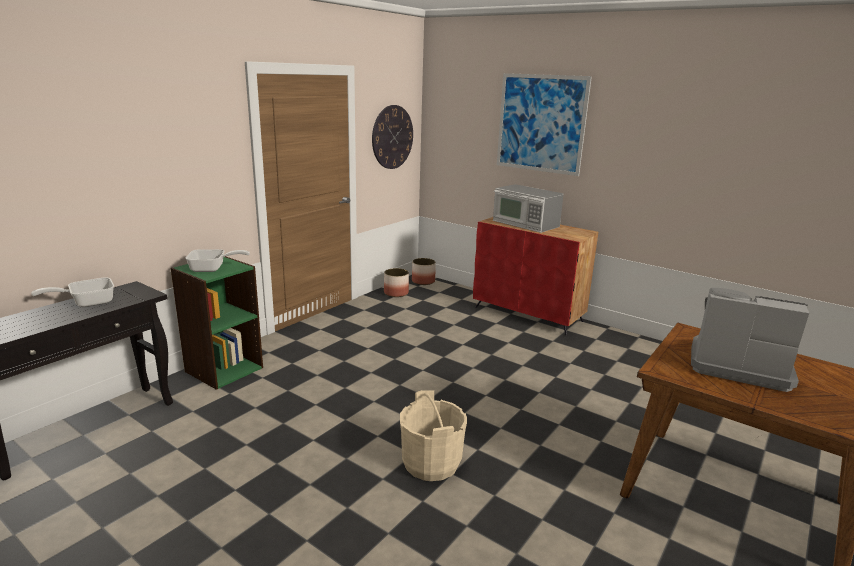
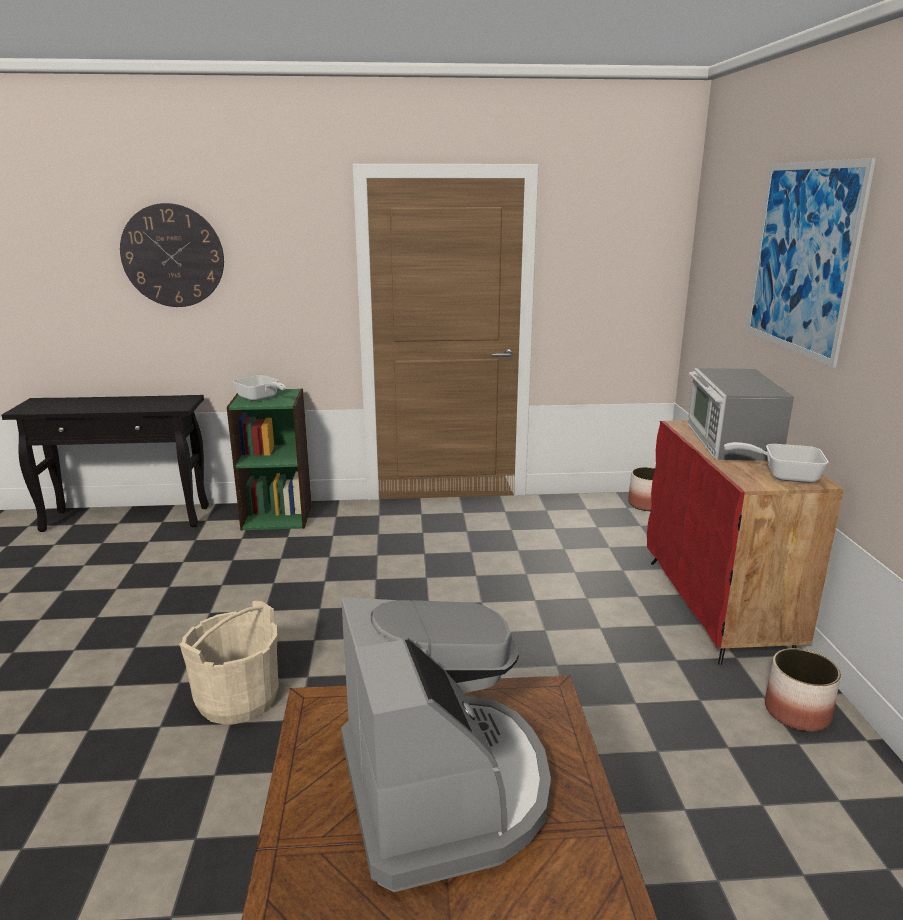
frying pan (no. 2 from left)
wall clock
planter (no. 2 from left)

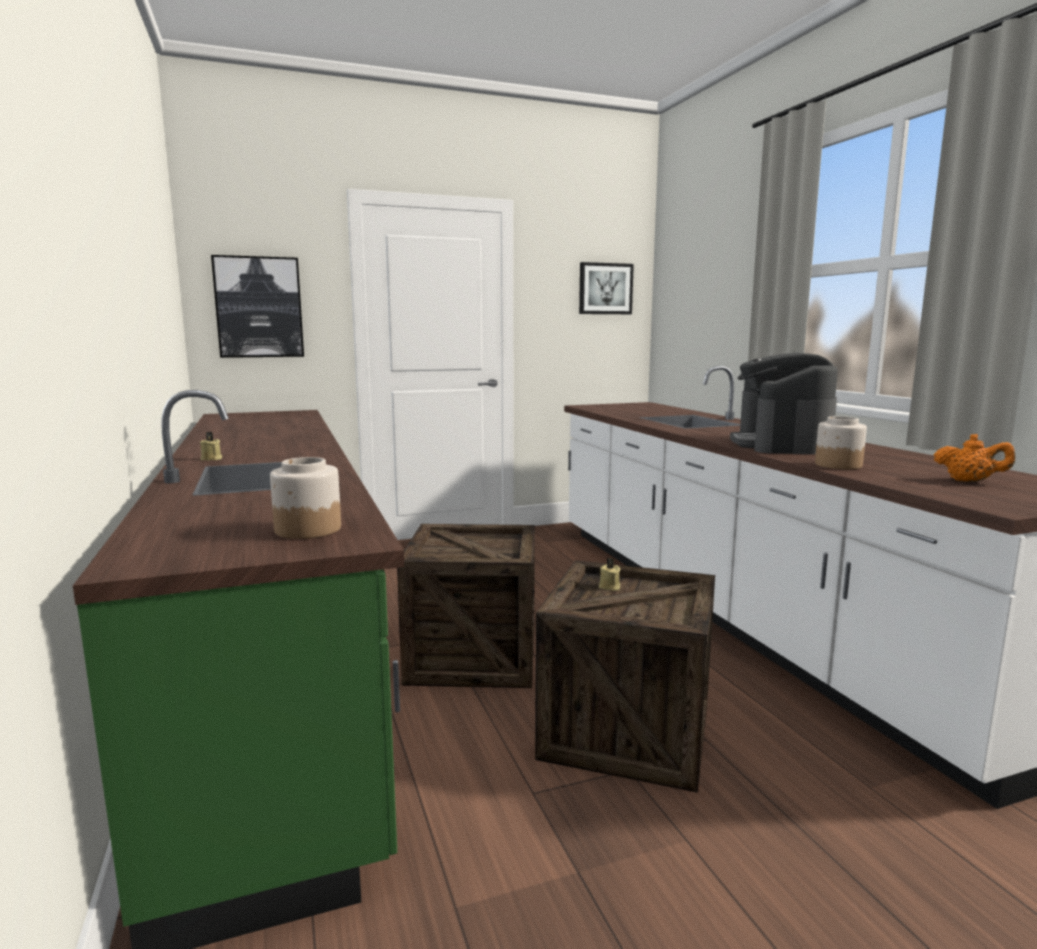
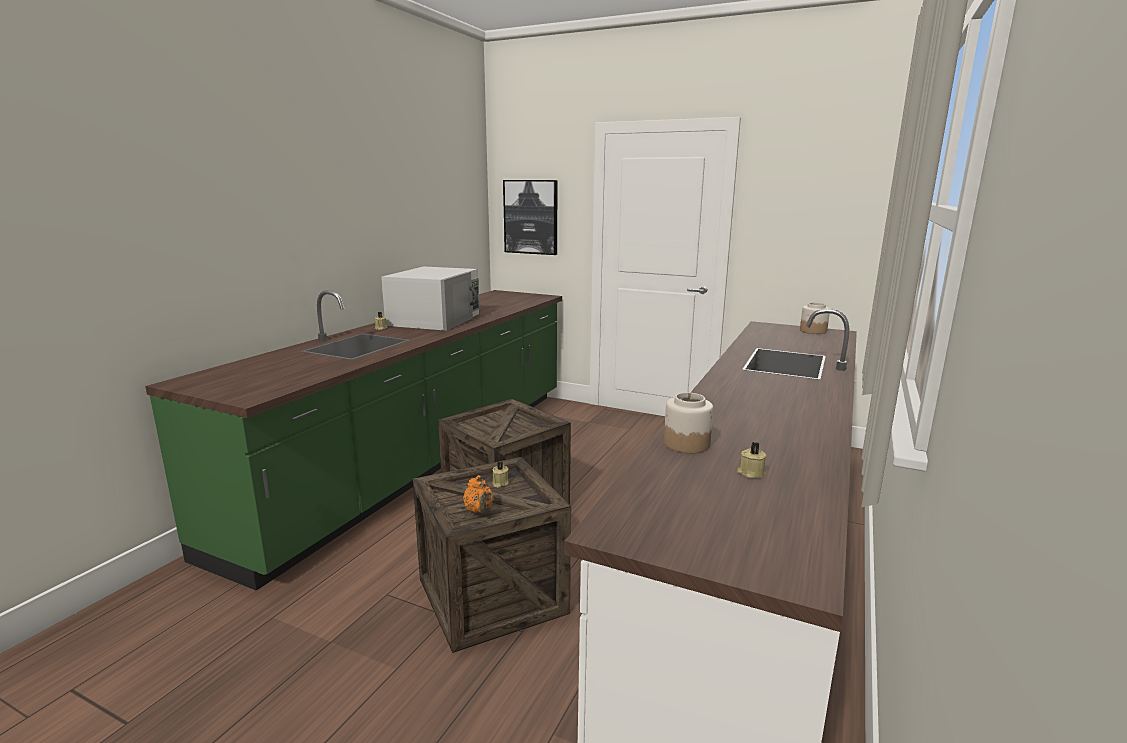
jar (no. 2 from left)
picture (no. 2 from left in the first image)
coffee machine
orange teapot
white microwave
beige candle (no. 3 from left)

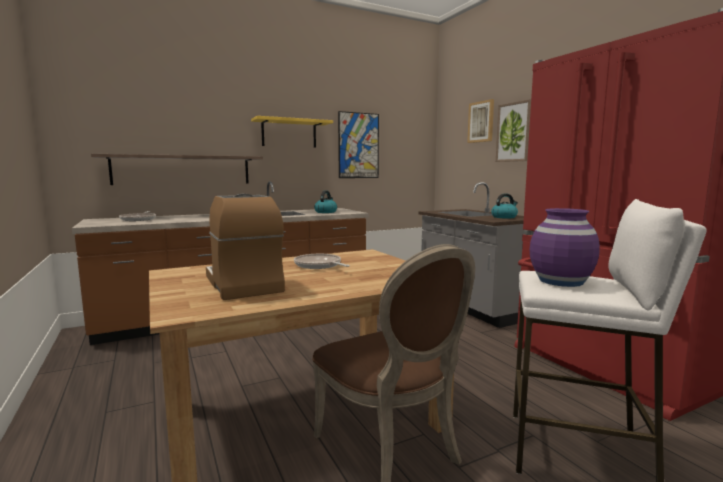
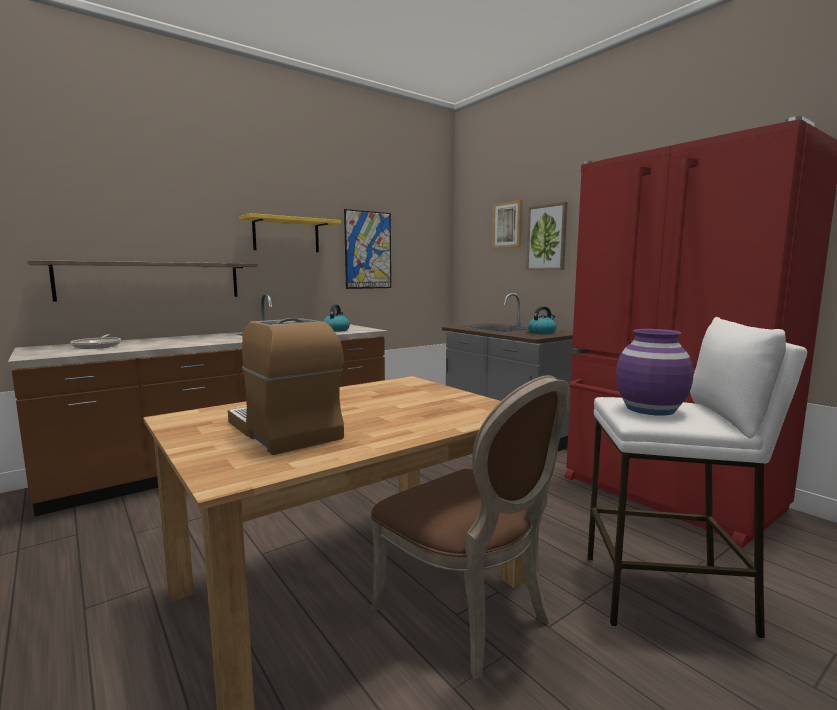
frying pan (no. 2 from left in the first image)

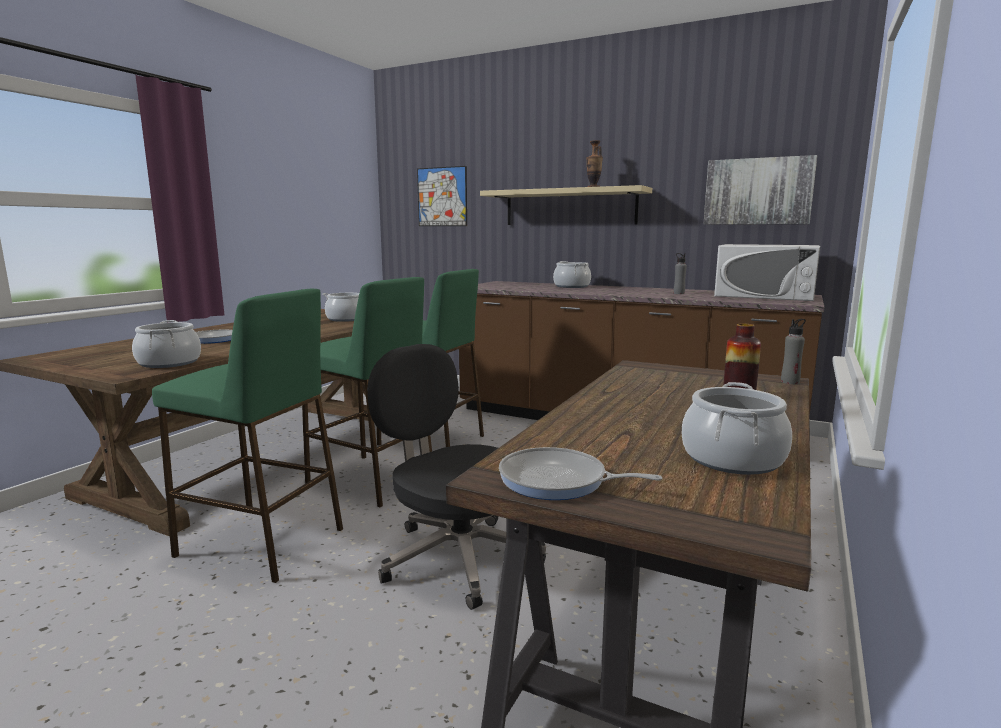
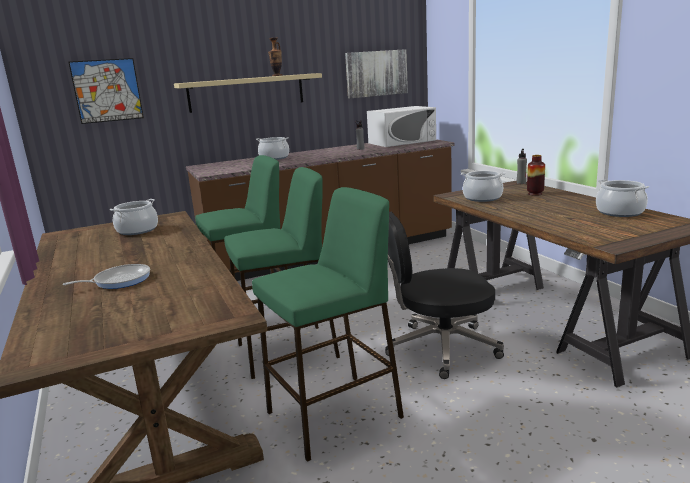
cooking pot (no. 3 from left)
frying pan (no. 2 from left in the first image)

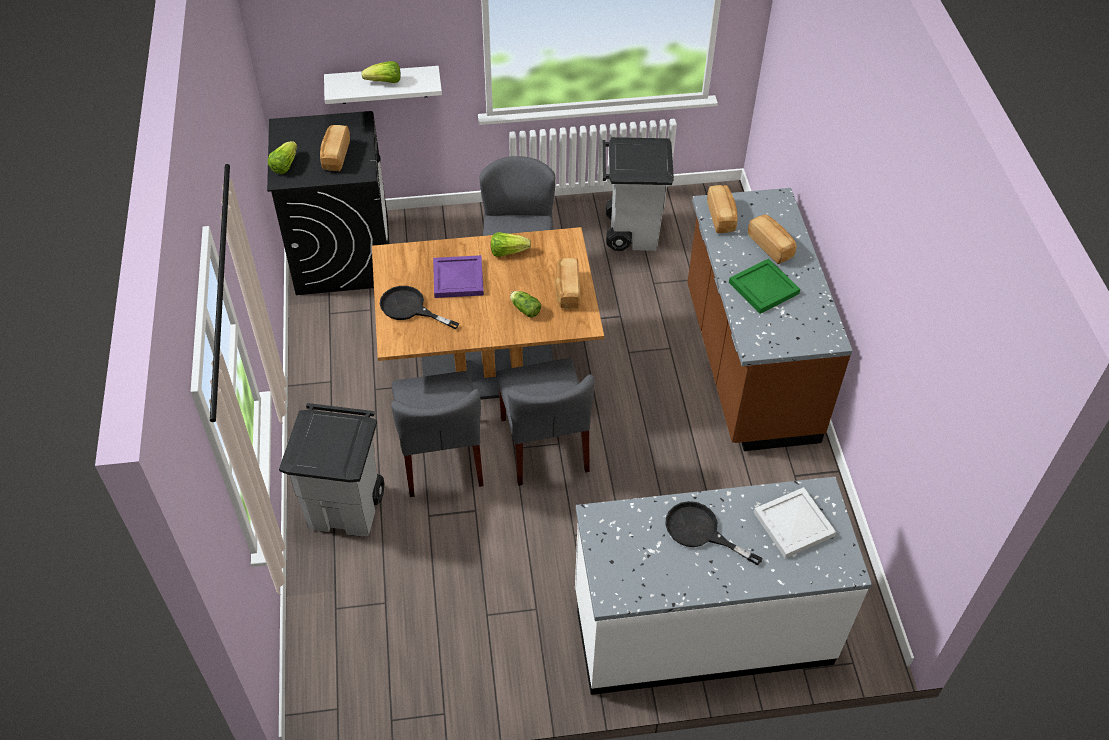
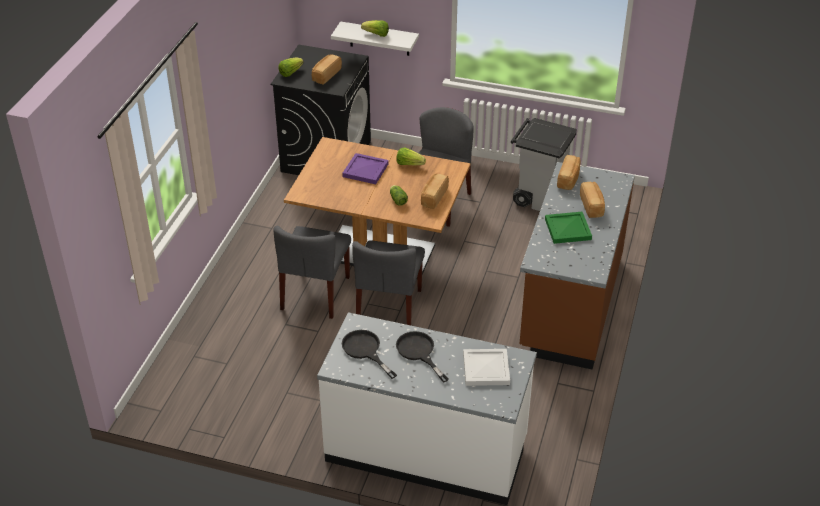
grey trash can (no. 1 from left in the first image)
black frying pan (no. 1 from left)

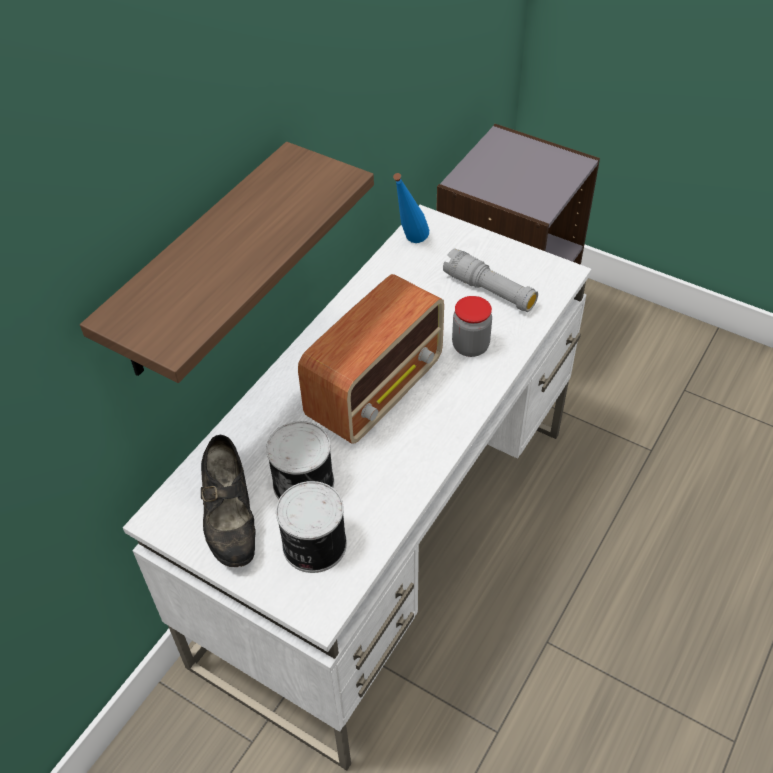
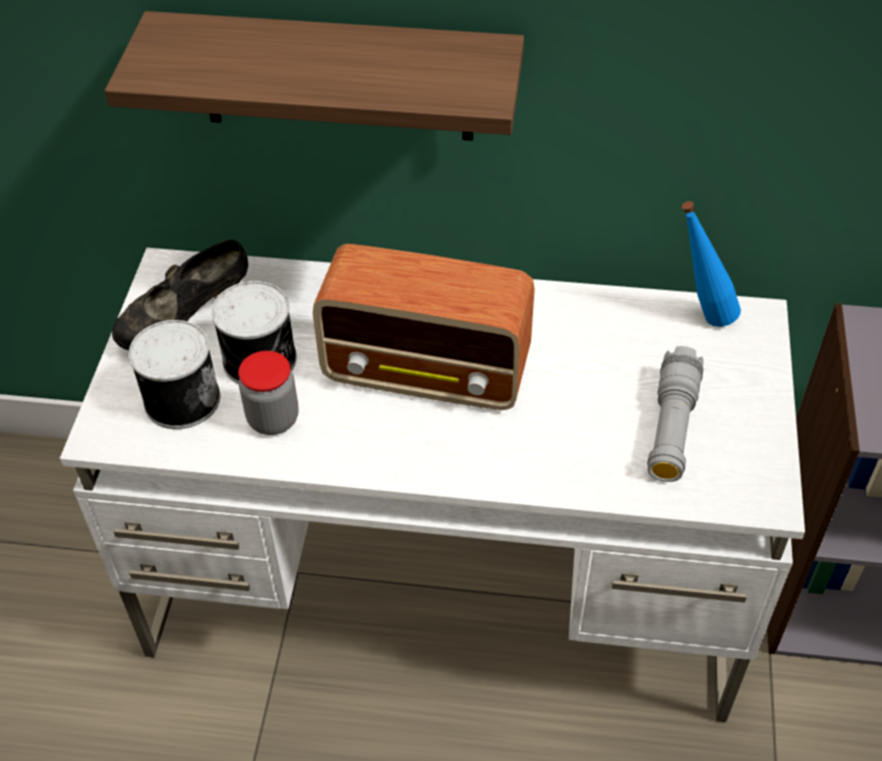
jar

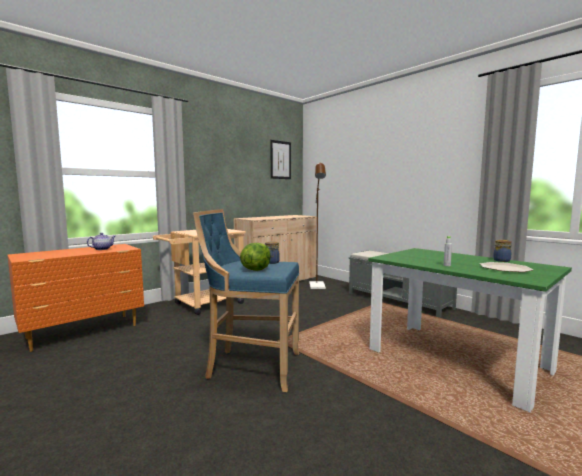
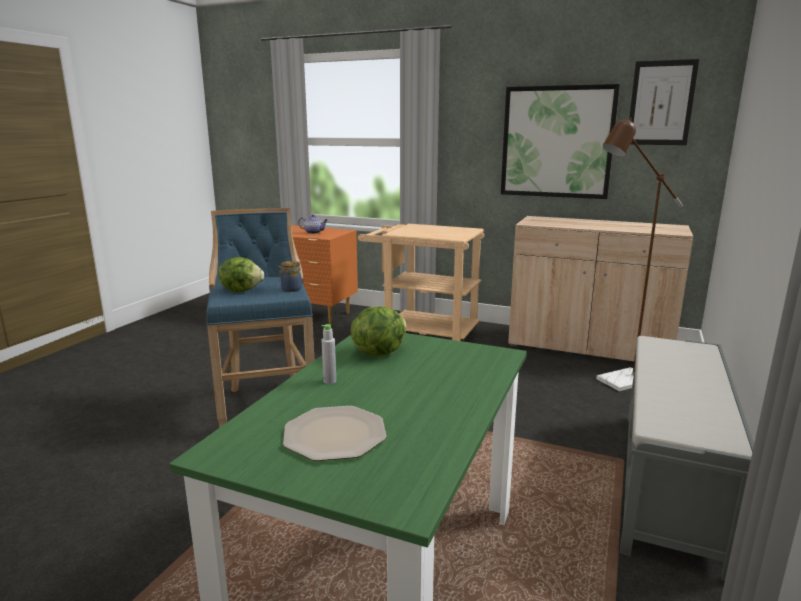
jar (no. 2 from left in the first image)
lettuce (no. 2 from left)
picture (no. 1 from left)

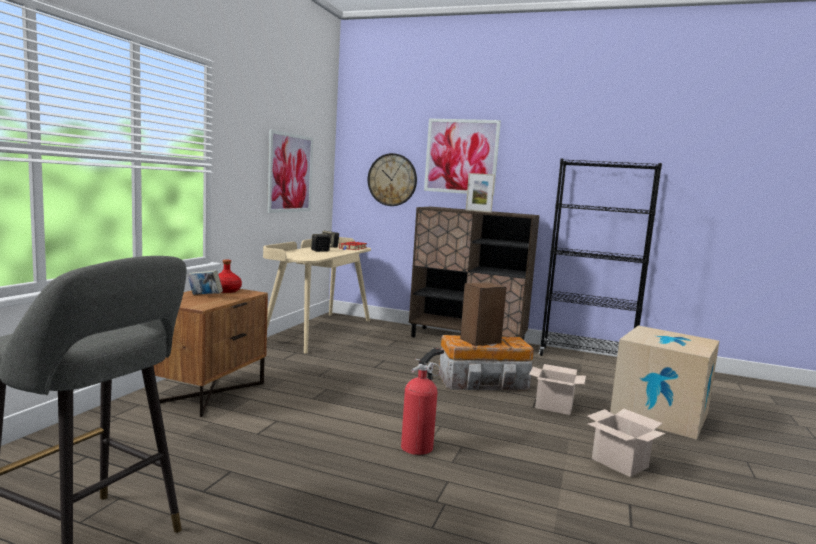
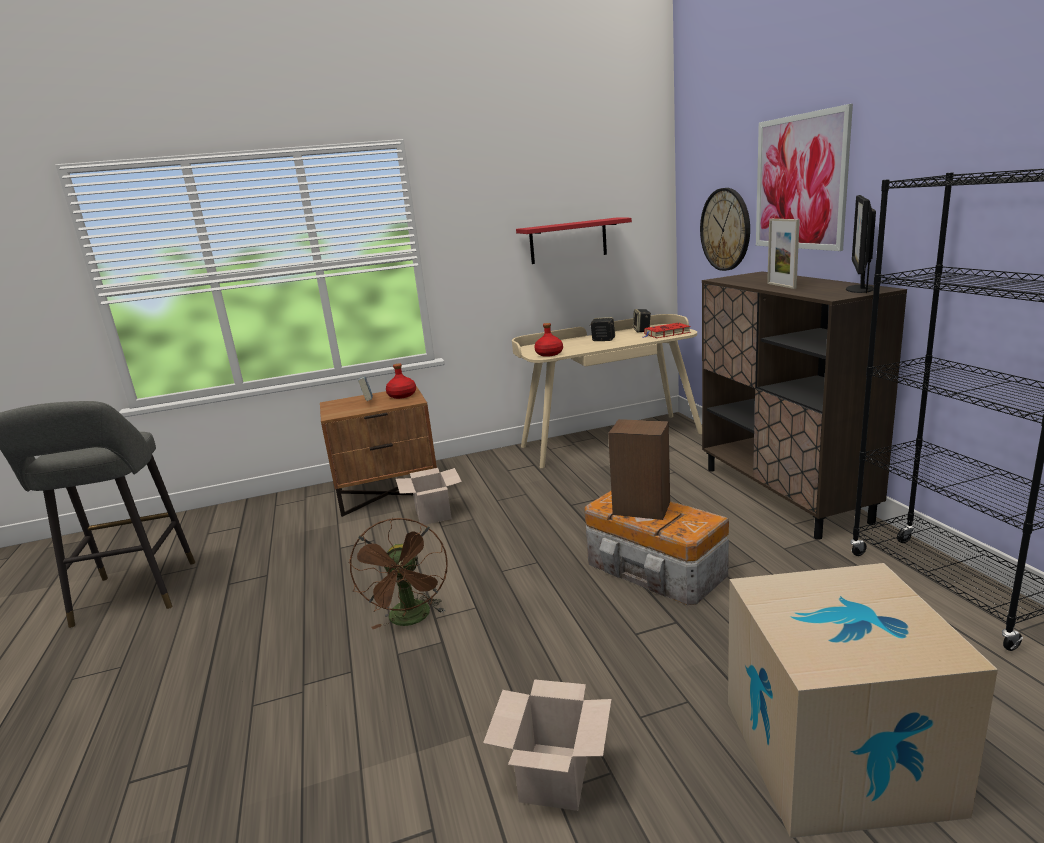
red shelf
brown fan
cardboard box (no. 1 from left)
red bottle (no. 2 from left)
monitor

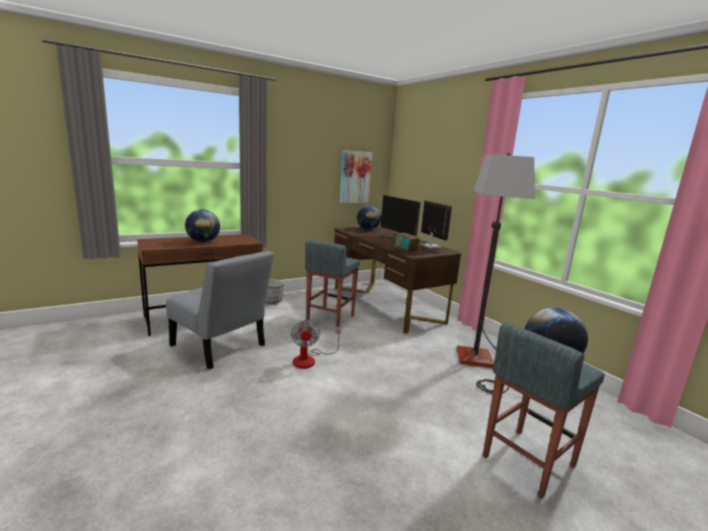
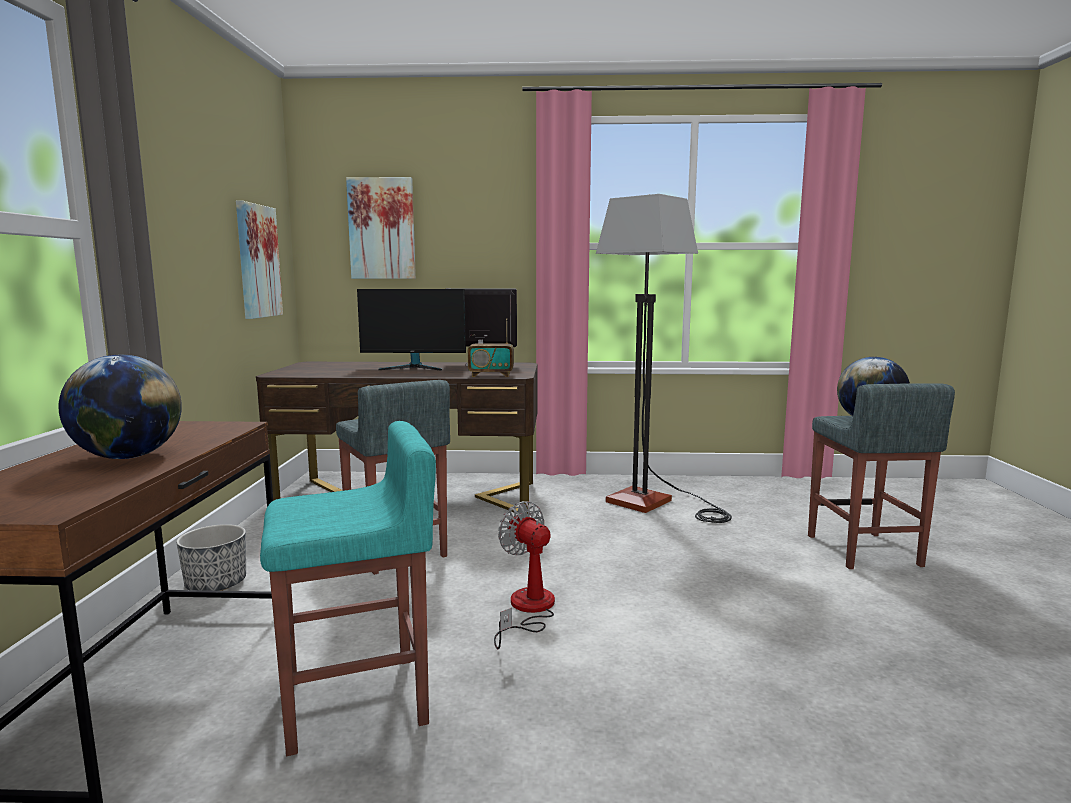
turquoise stool
fan
globe (no. 2 from left in the first image)
picture (no. 2 from left)

